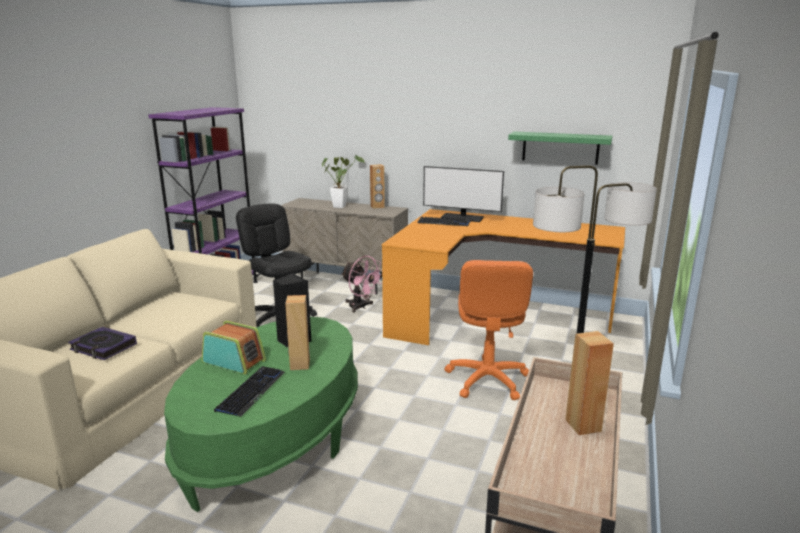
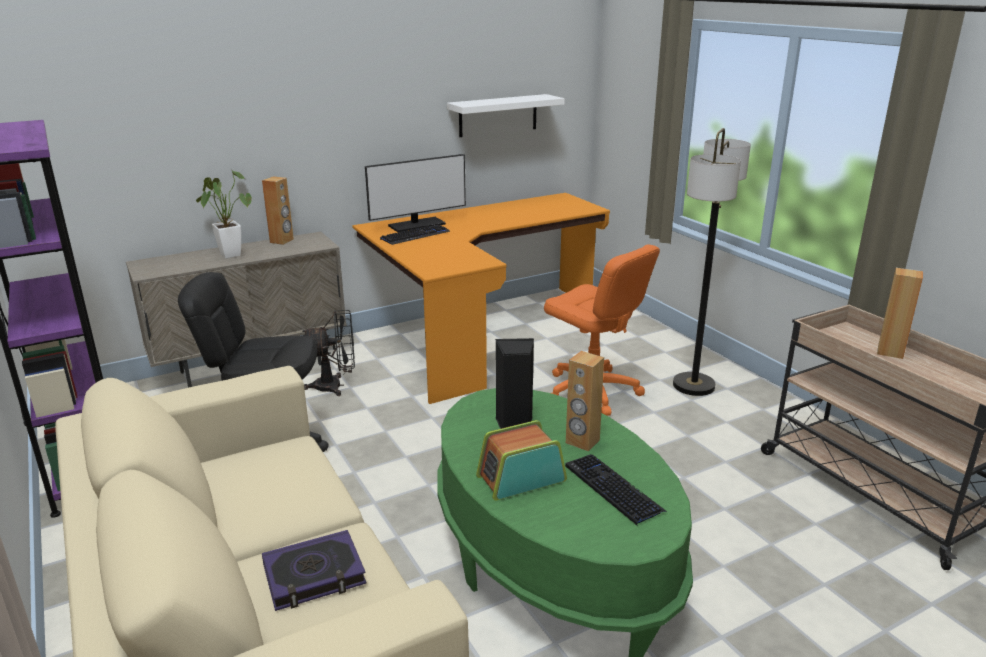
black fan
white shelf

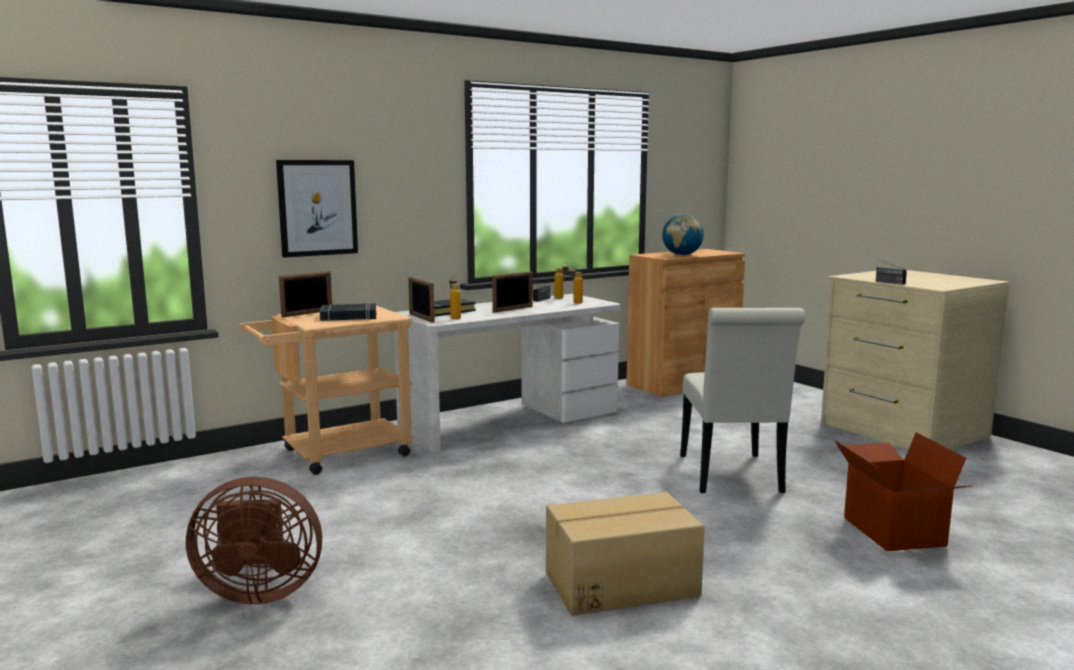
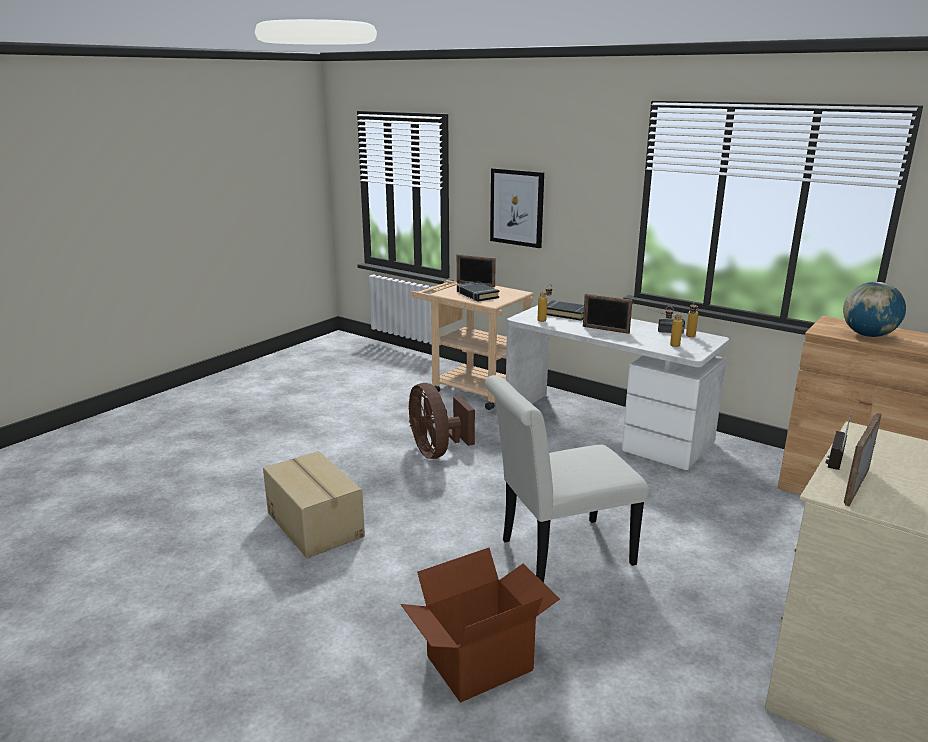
brown fan
picture frame (no. 3 from left)

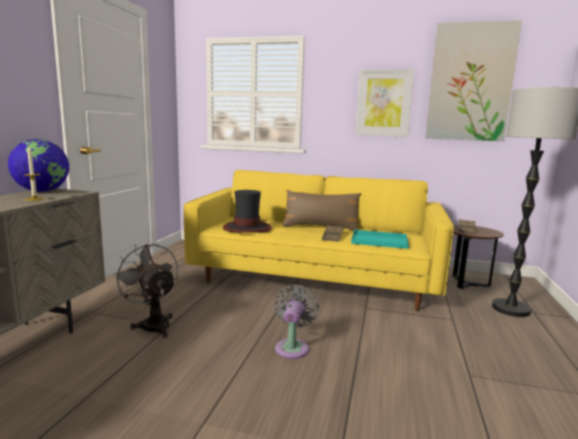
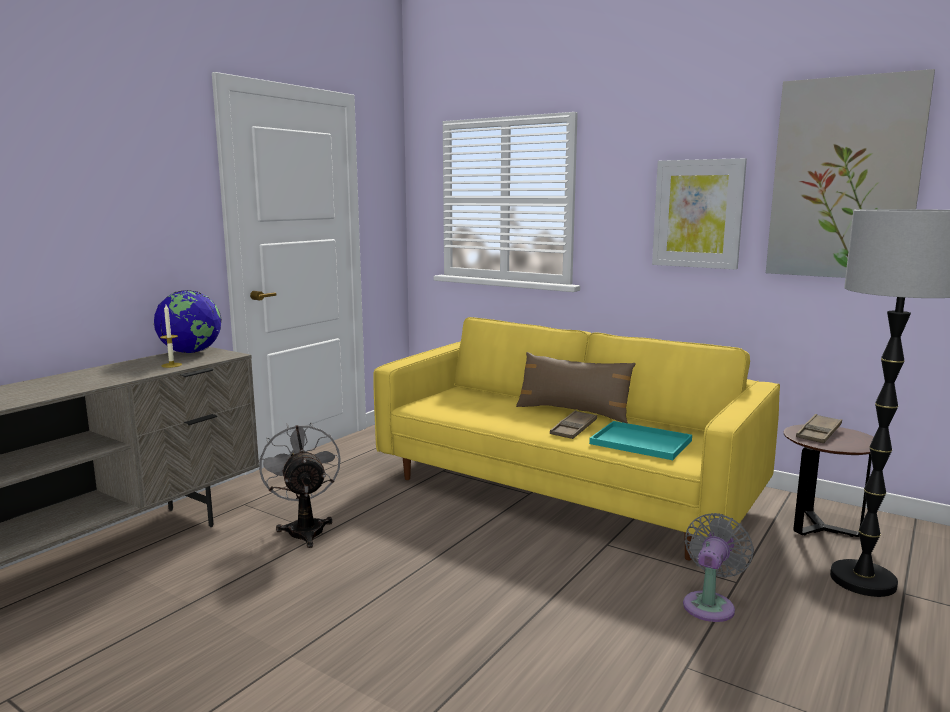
hat
grey fan (no. 2 from left)

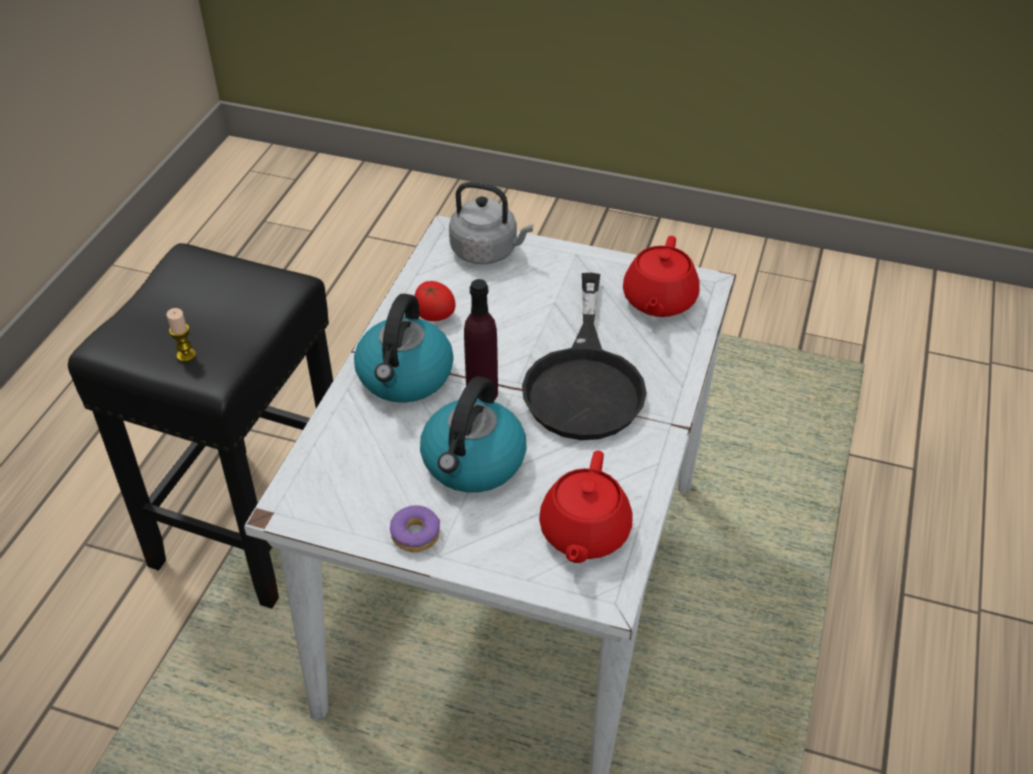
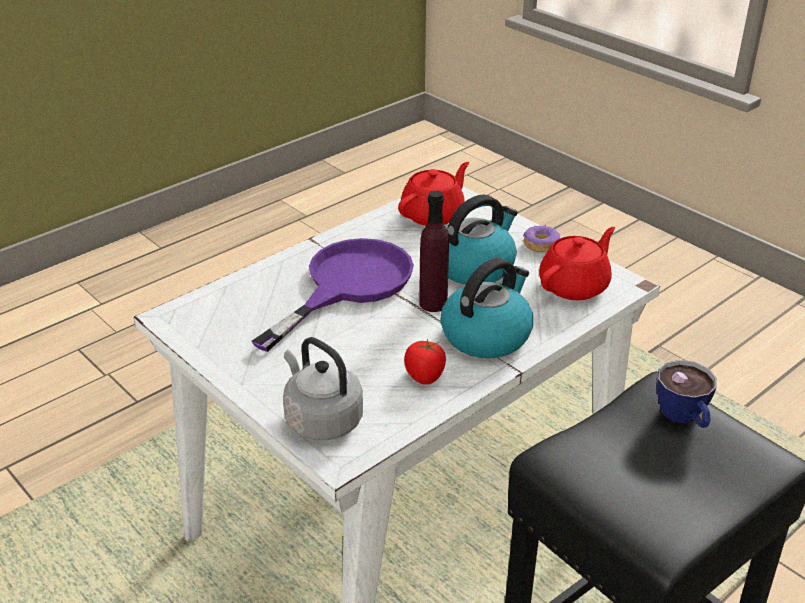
cup
purple frying pan
red teapot (no. 2 from left)

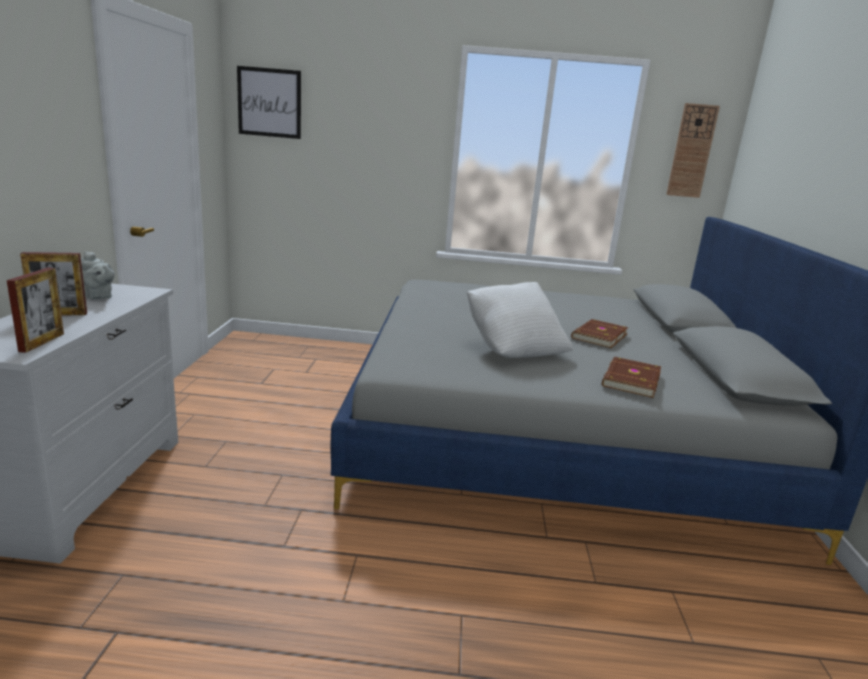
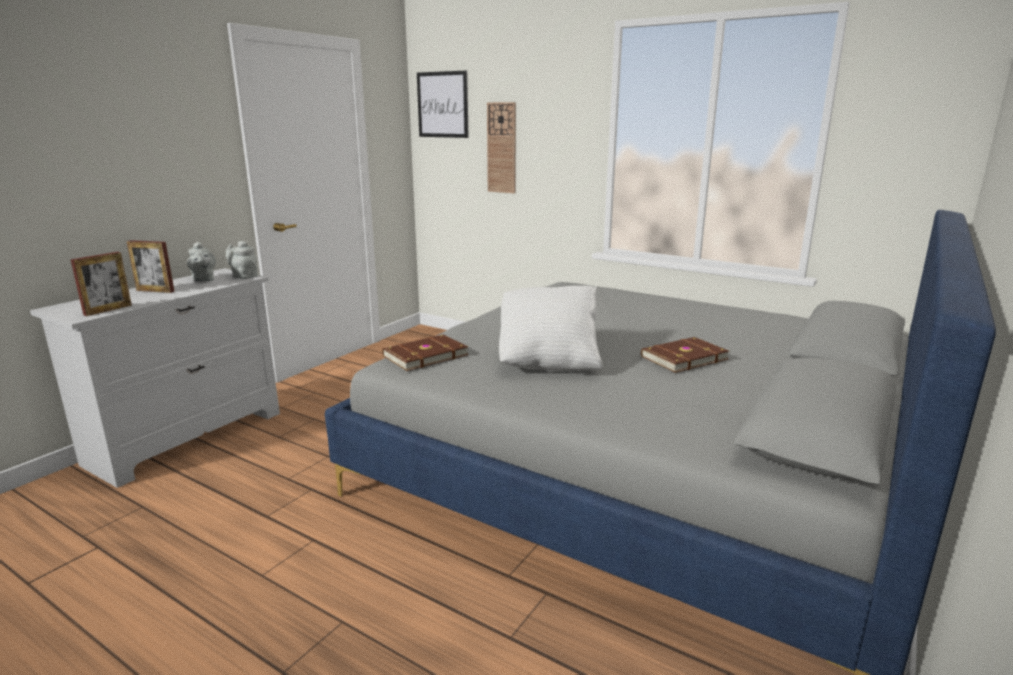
brown book (no. 1 from left)
wall clock
grey teapot (no. 2 from left)

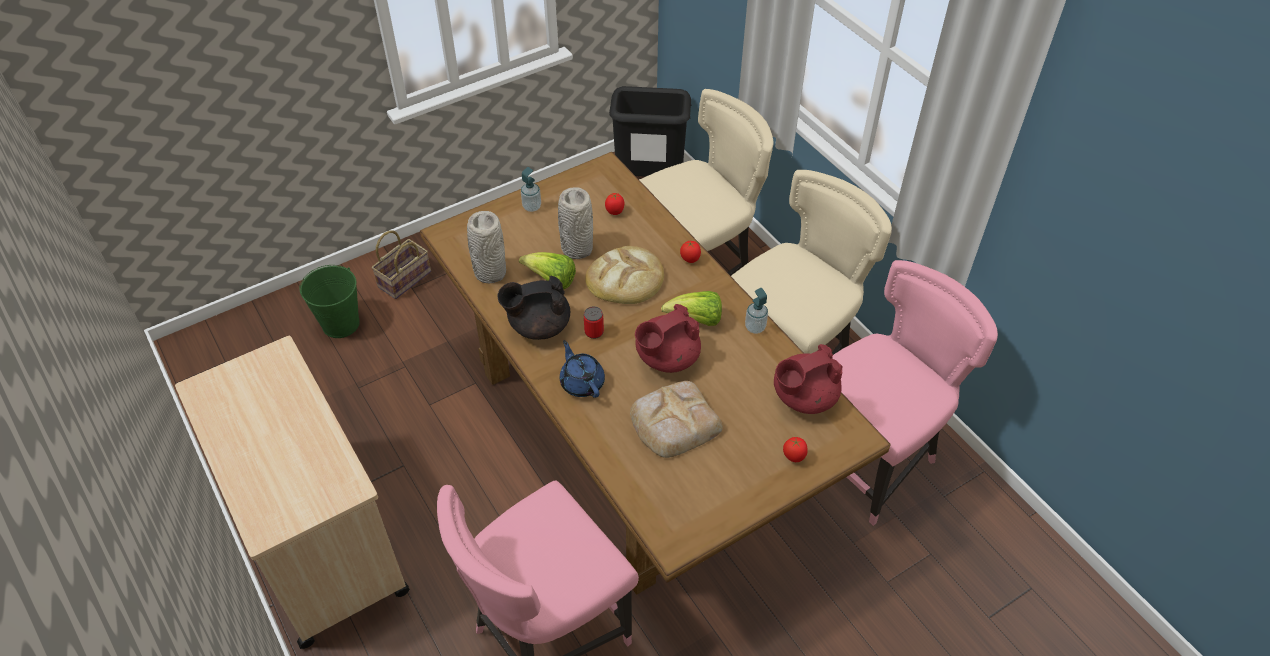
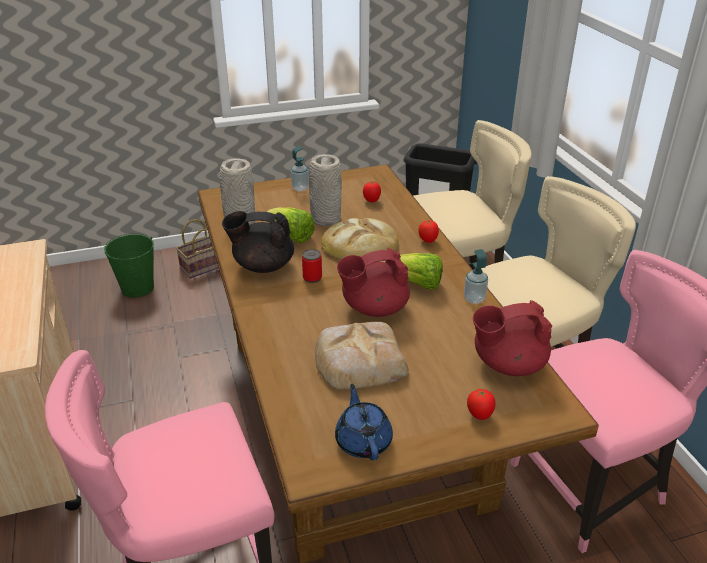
blue teapot

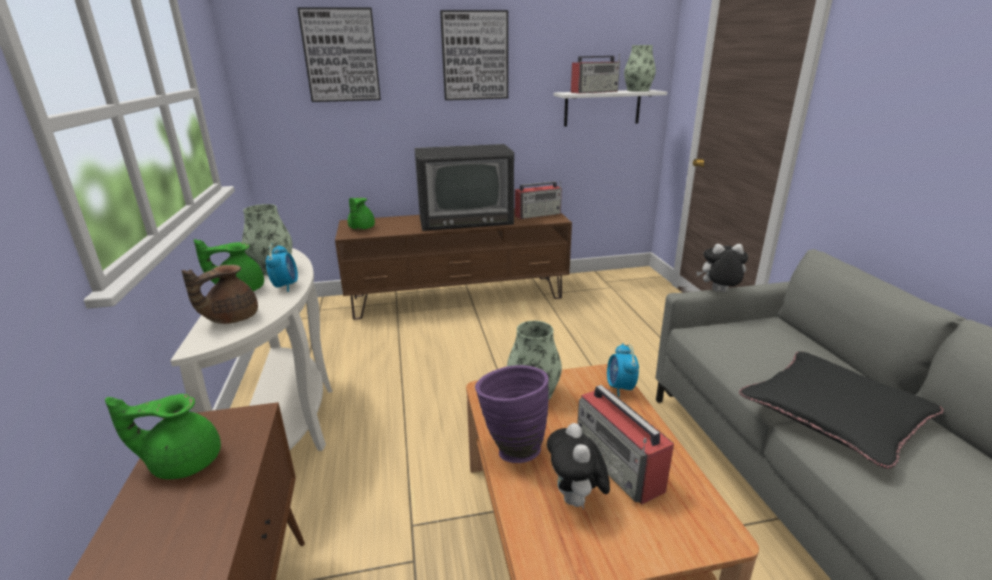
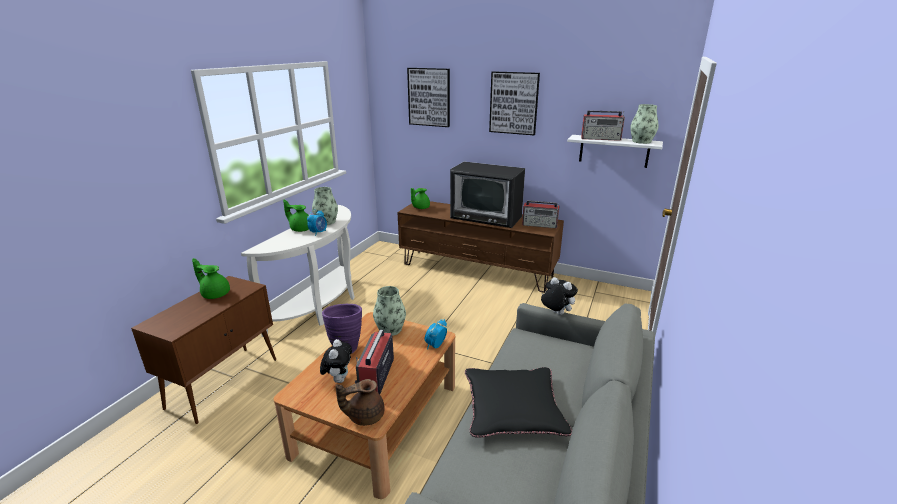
brown teapot
plush toy (no. 1 from left)

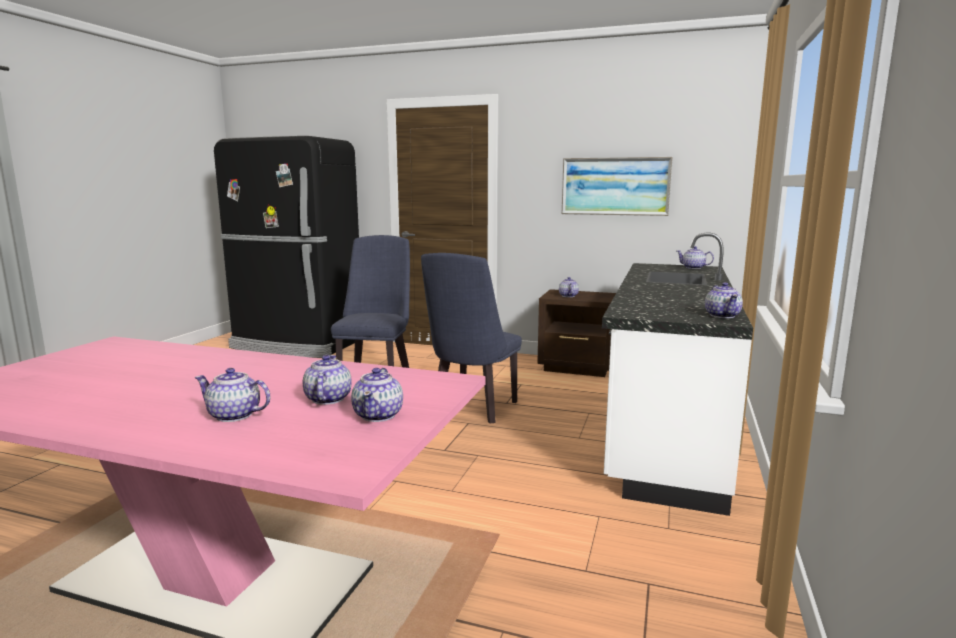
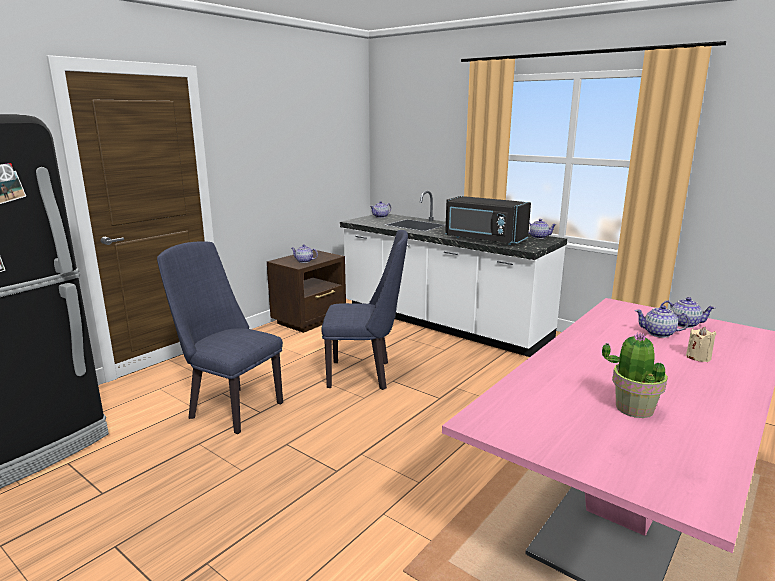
beige candle
blue chair (no. 2 from left)
picture
black microwave
potted plant

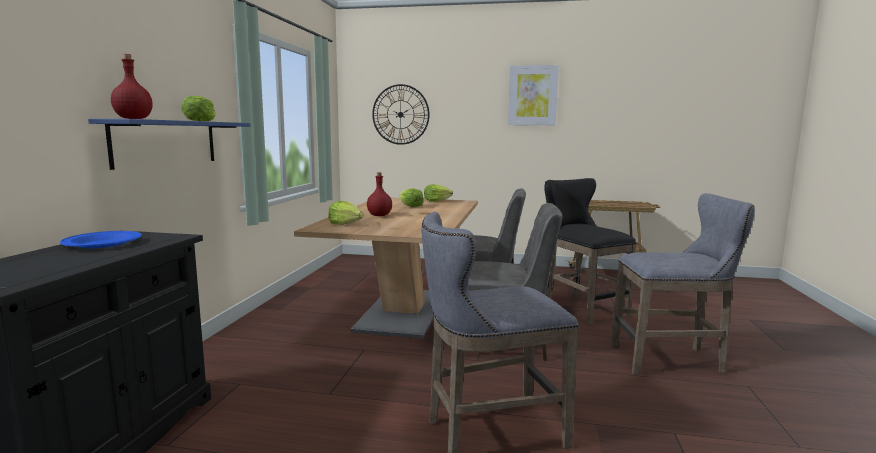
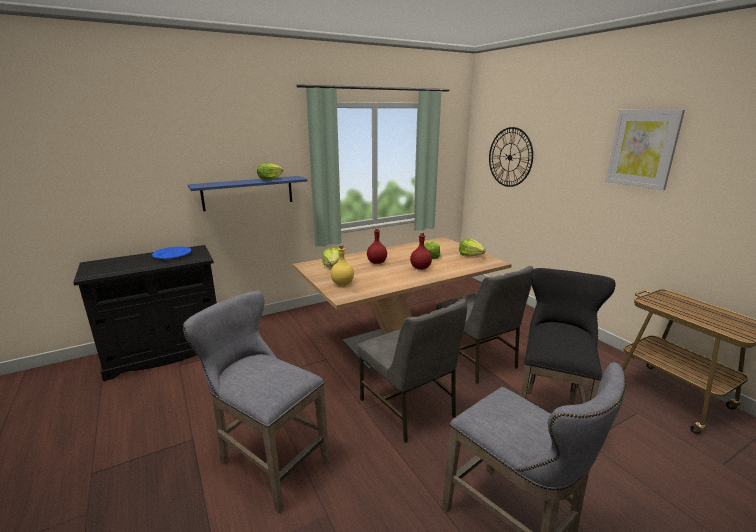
red bottle (no. 2 from left)
yellow bottle

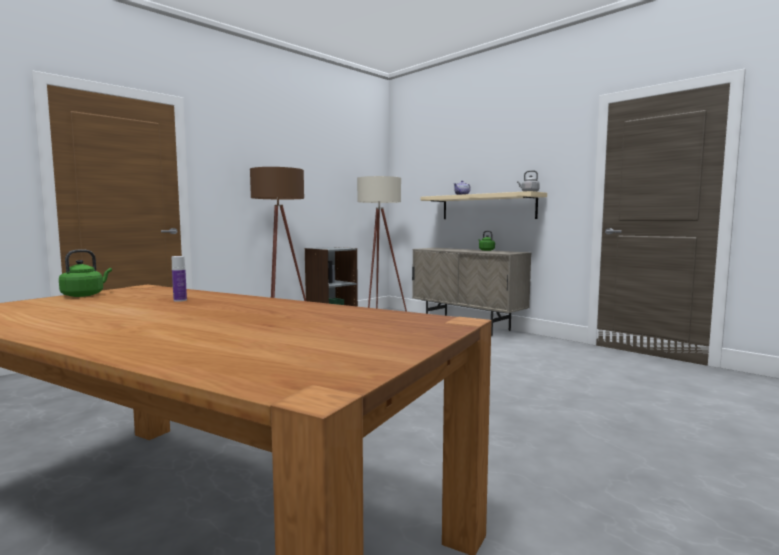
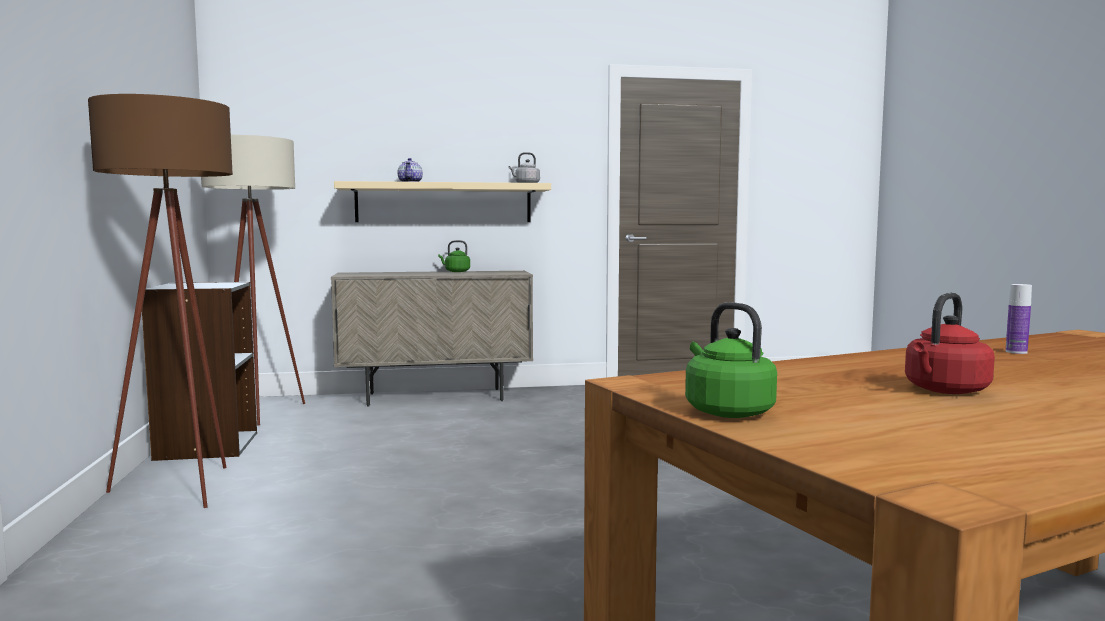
bottle
red kettle

